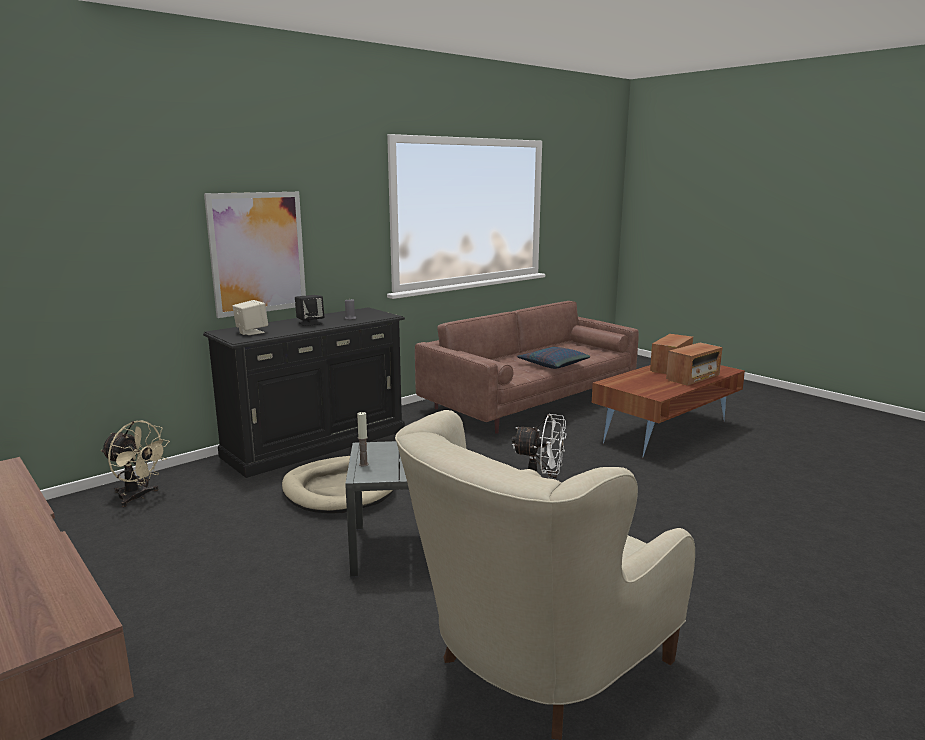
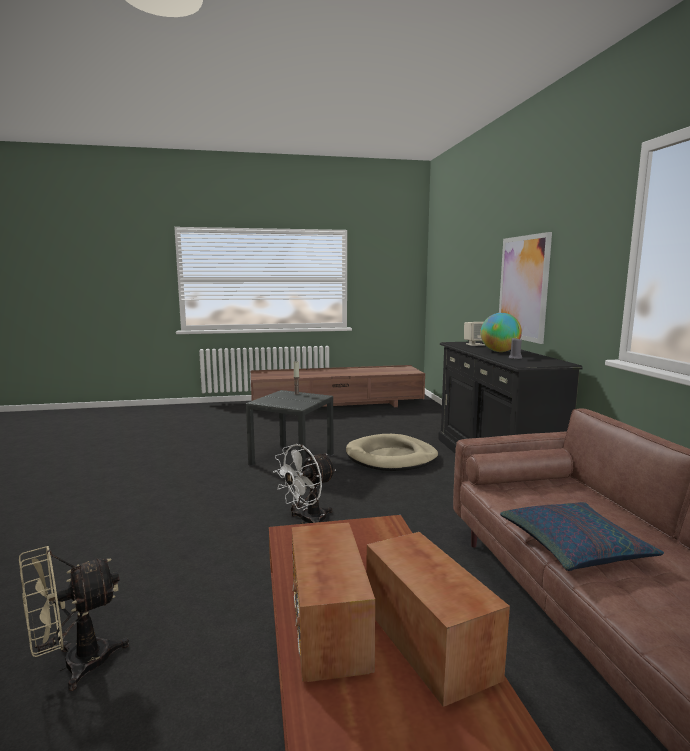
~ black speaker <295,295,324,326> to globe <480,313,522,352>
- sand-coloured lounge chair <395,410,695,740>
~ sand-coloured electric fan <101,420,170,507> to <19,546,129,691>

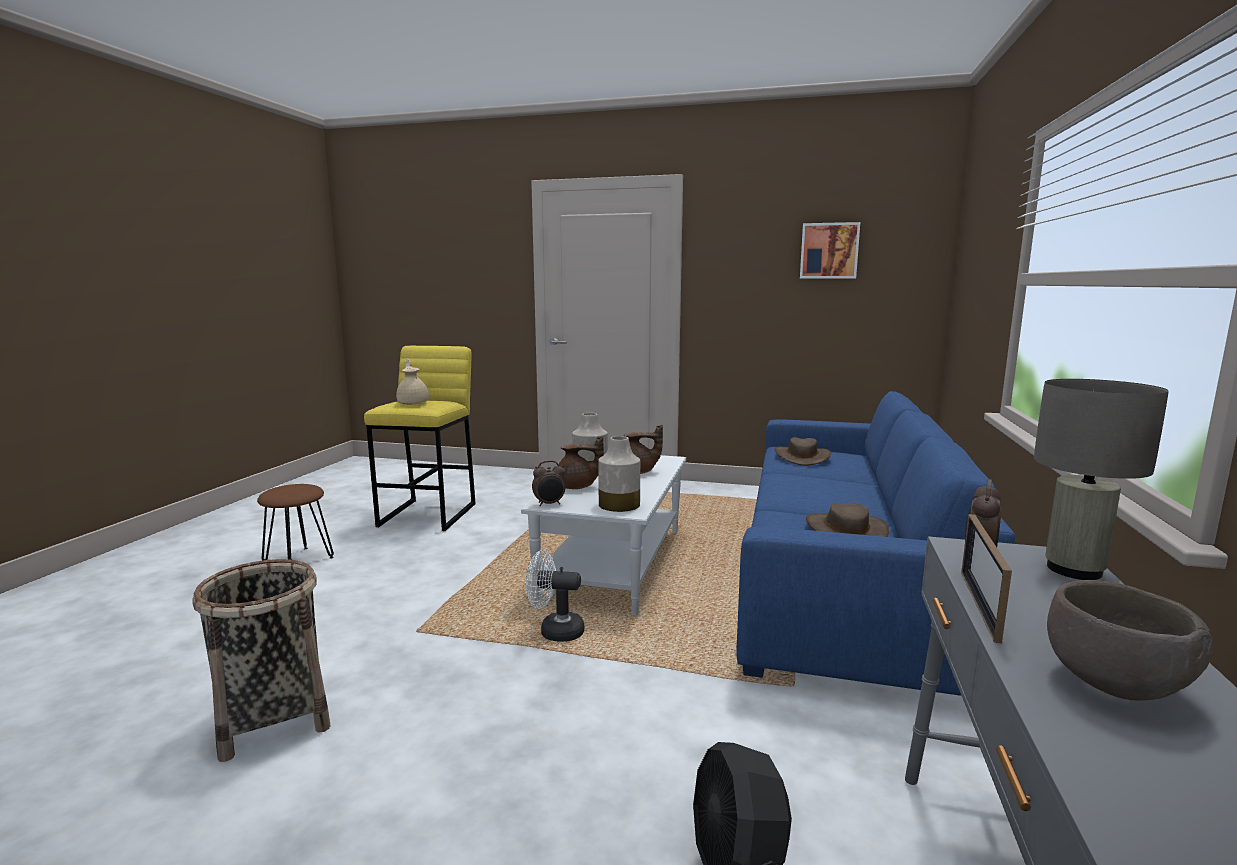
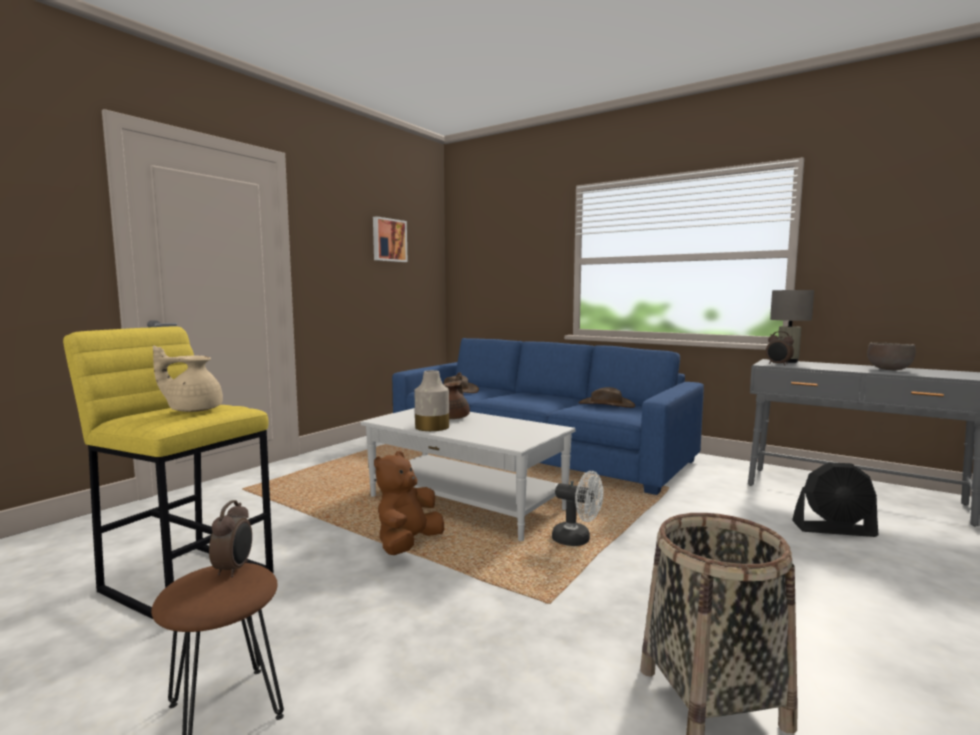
- brownish teapot <558,436,604,489>
- sand-coloured vase <598,436,640,512>
~ bedside clock <532,460,565,506> to <209,500,252,577>
- photo frame <961,514,1012,644>
~ whitish electric fan <525,550,584,642> = <552,471,603,546> 90 degrees counterclockwise
+ brownish soft toy <374,451,444,555>

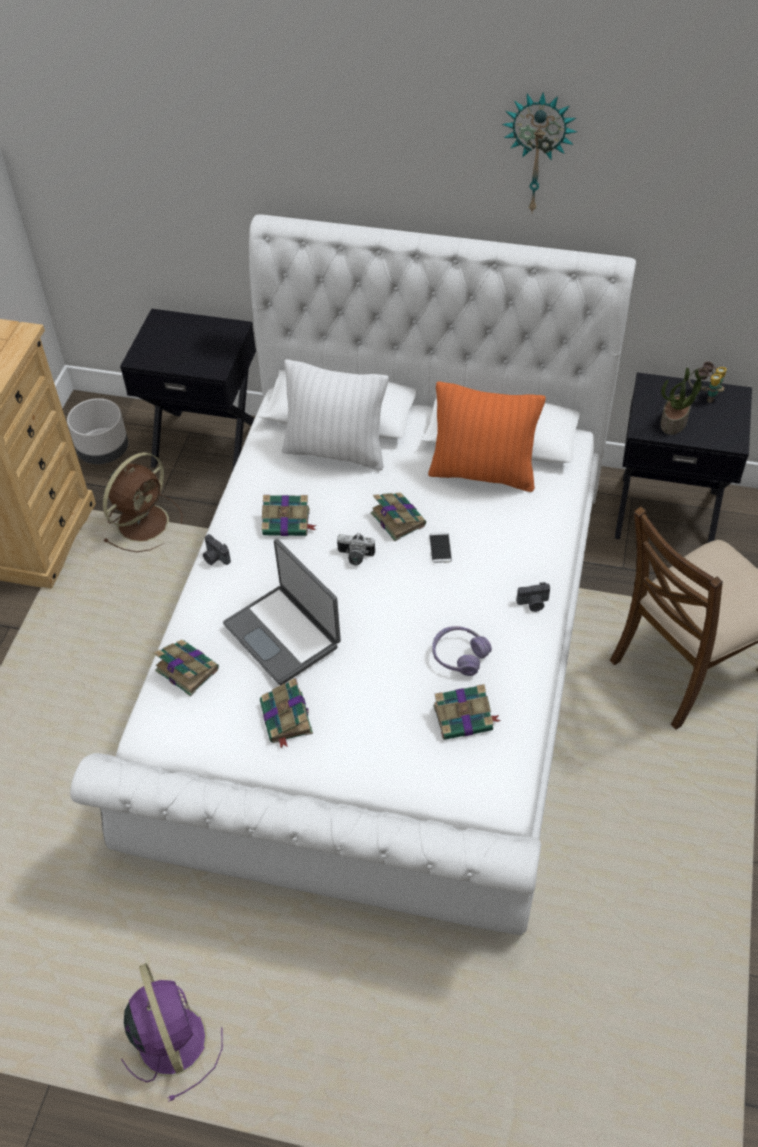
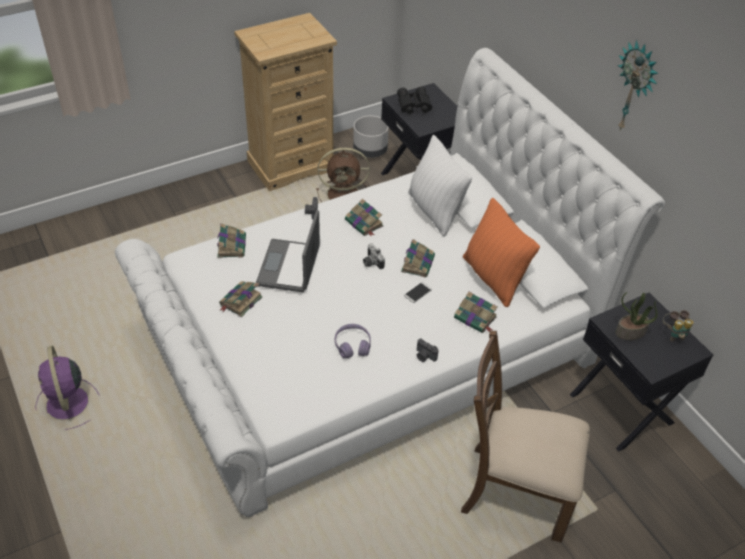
~ volume <433,684,501,740> to <454,292,498,333>
~ purple electric fan <121,963,223,1102> = <35,345,100,430> 135 degrees clockwise
+ black binoculars <397,86,432,115>

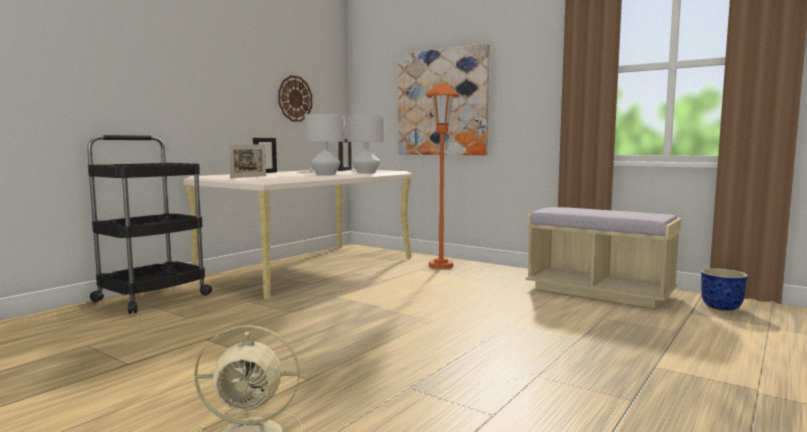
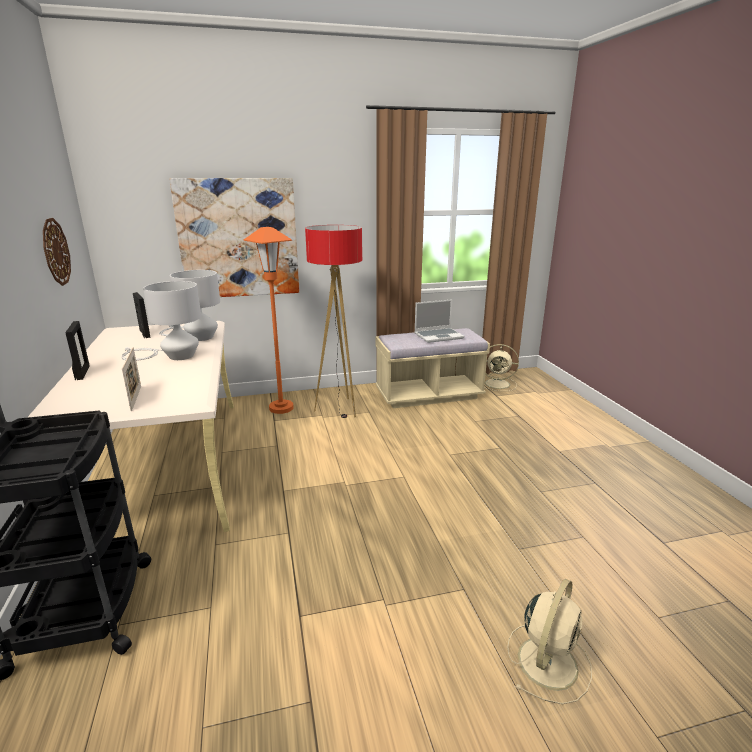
~ plant pot <701,268,748,311> to sand-coloured electric fan <484,344,519,391>
+ floor lamp <305,225,362,418>
+ laptop <414,299,464,343>

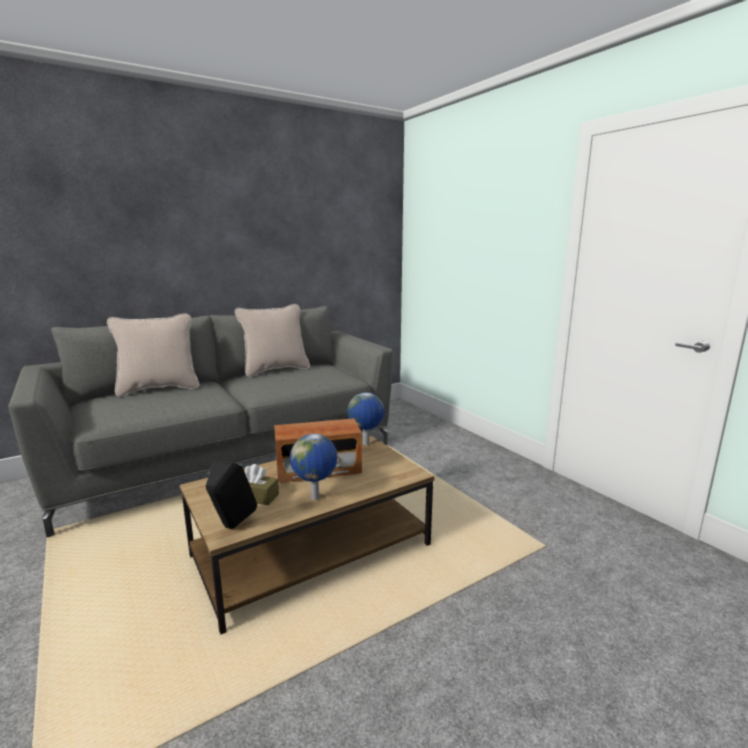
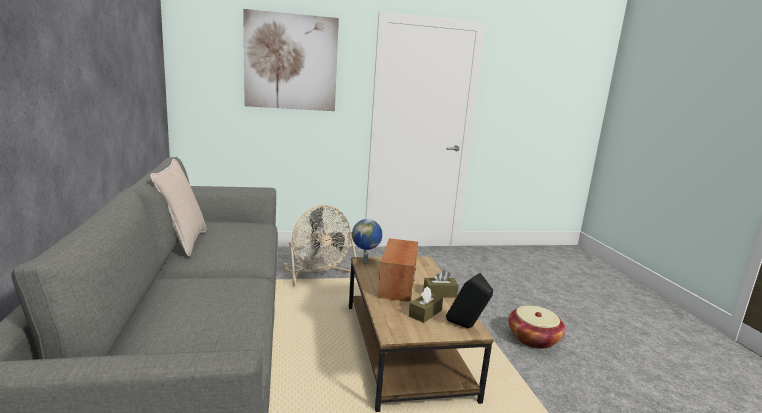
- sand-coloured throw pillow <107,313,199,397>
~ globe <290,434,337,500> to brownish box of tissues <423,270,459,298>
+ picture <243,9,339,111>
+ sand-coloured electric fan <284,205,356,287>
+ household basket <508,306,565,349>

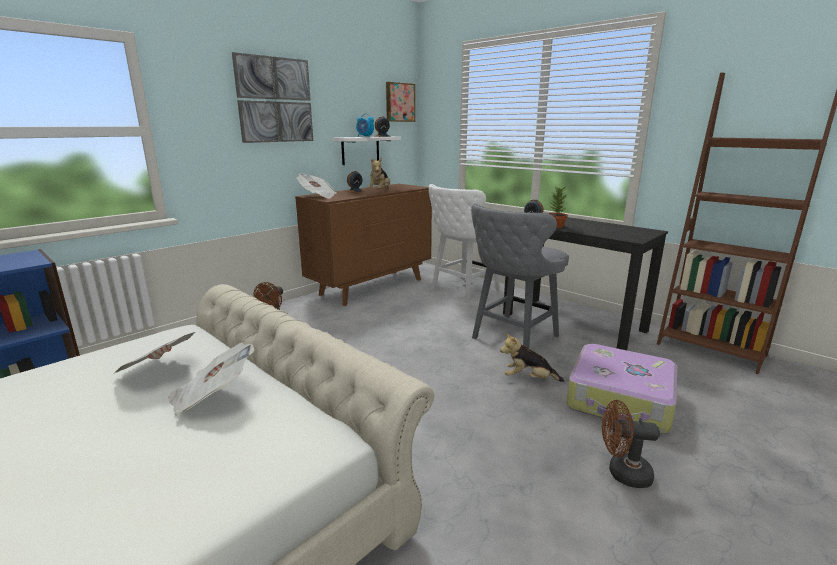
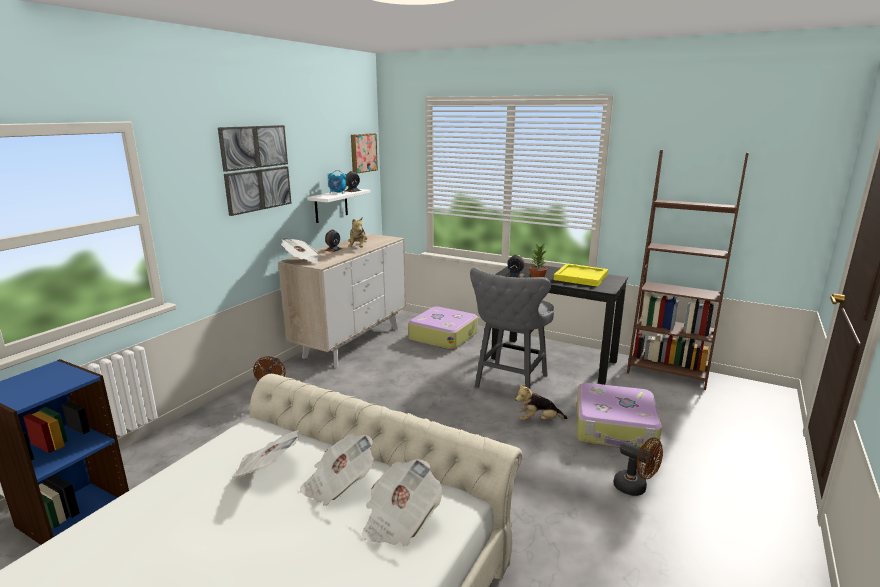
~ brownish dresser <295,184,432,306> to whitish dresser <278,233,406,368>
~ whitish sitting stool <429,184,500,301> to travel case <408,306,478,350>
~ brownish electric fan <602,400,660,488> = <614,437,663,496> 135 degrees counterclockwise
+ yellowish tray <553,264,608,287>
+ daily paper <362,459,442,546>

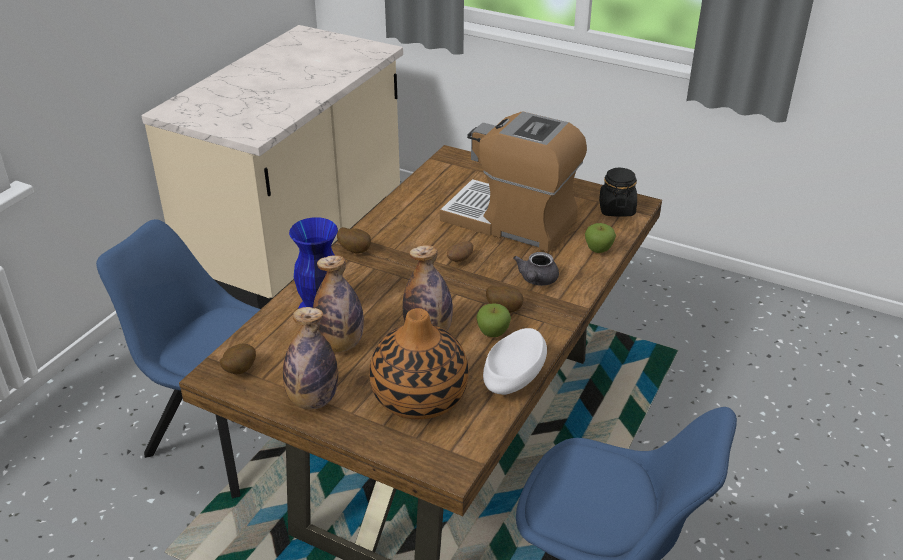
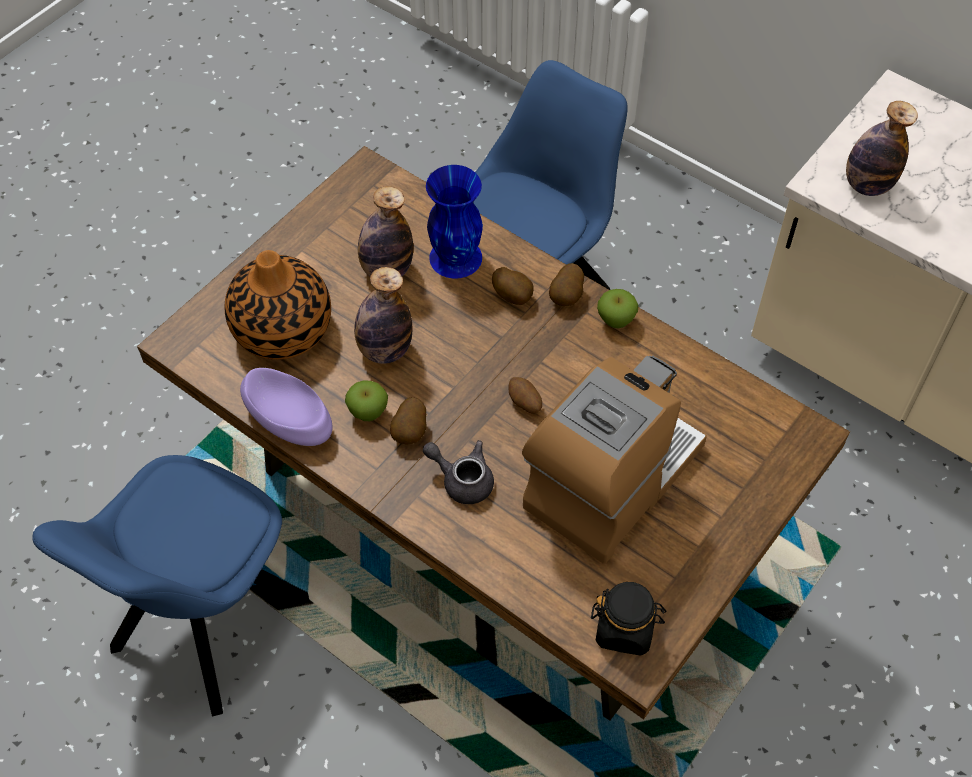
~ apple <585,223,616,253> to <597,289,638,328>
~ drink bottle <283,307,338,409> to <846,101,918,196>
~ whitish deep dish <483,328,547,395> to purple deep dish <240,368,333,446>
~ whole potato <219,344,256,374> to <492,267,534,305>

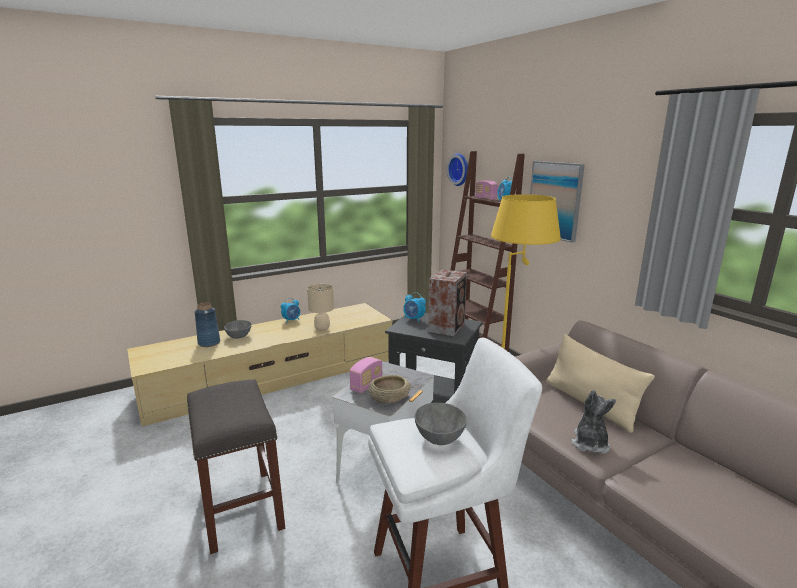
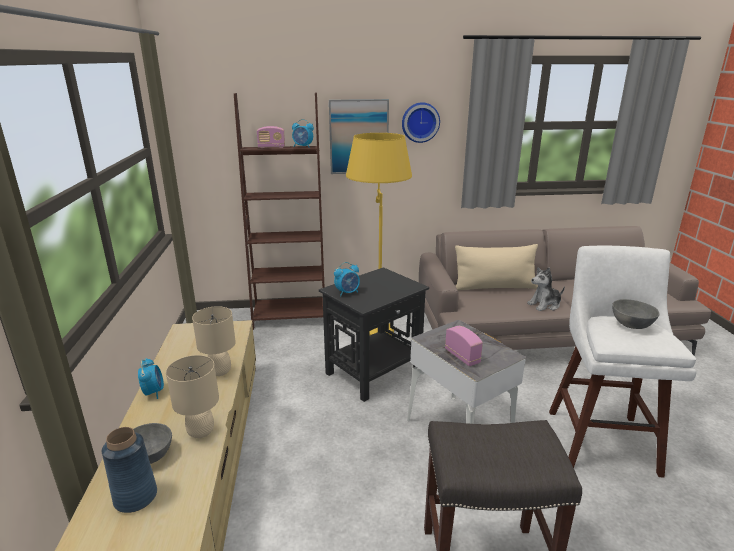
~ clock on the wall <447,153,468,186> to <402,102,440,143>
- speaker <428,270,467,336>
- sand-coloured deep dish <368,375,411,404>
~ soft toy <571,390,616,454> = <527,267,565,311> 60 degrees counterclockwise
+ sand-coloured tabletop lamp <166,355,219,438>

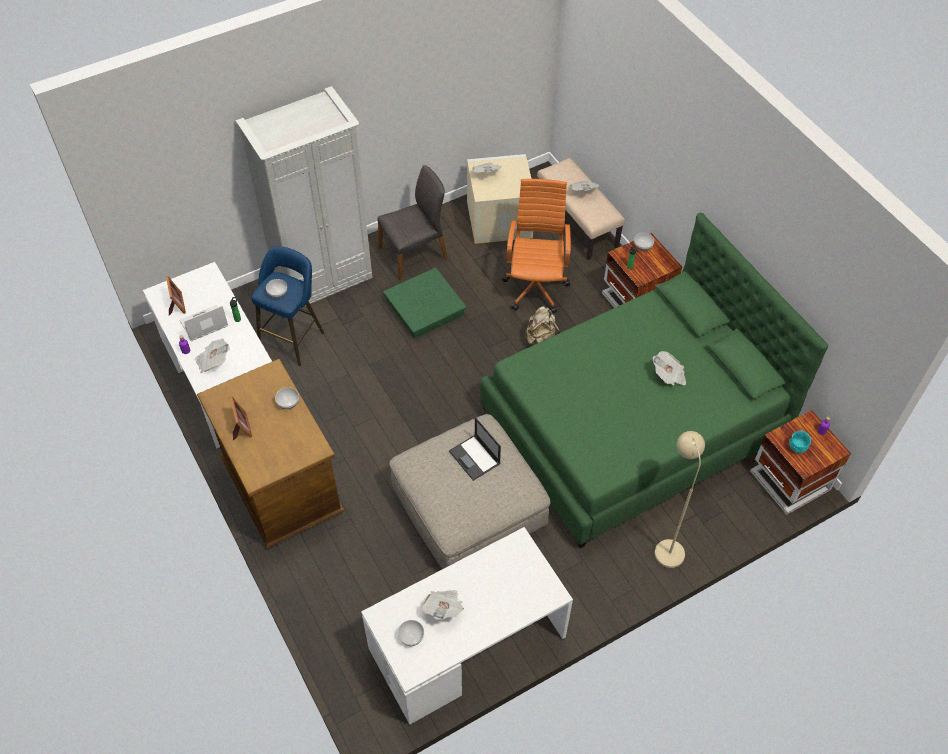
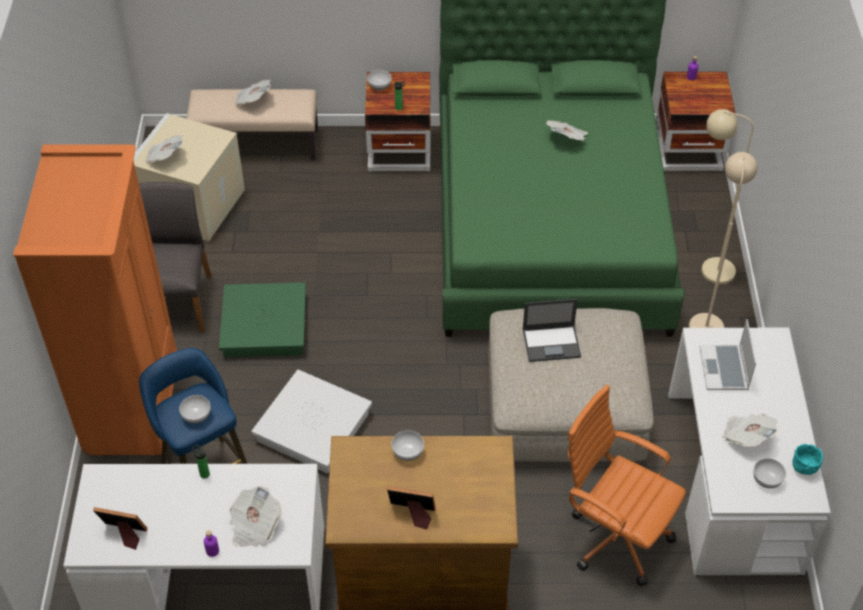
~ whitish clothes cupboard <236,86,373,306> to orange clothes cupboard <13,145,177,455>
~ orange desk chair <502,179,571,313> to <568,385,686,586>
~ laptop <180,305,228,341> to <700,319,756,390>
- sand-coloured backpack <525,306,560,345>
~ turquoise-coloured deep dish <789,430,811,453> to <792,444,823,475>
+ sand-coloured floor lamp <689,152,757,328>
+ whitish storage bin <251,370,372,474>

